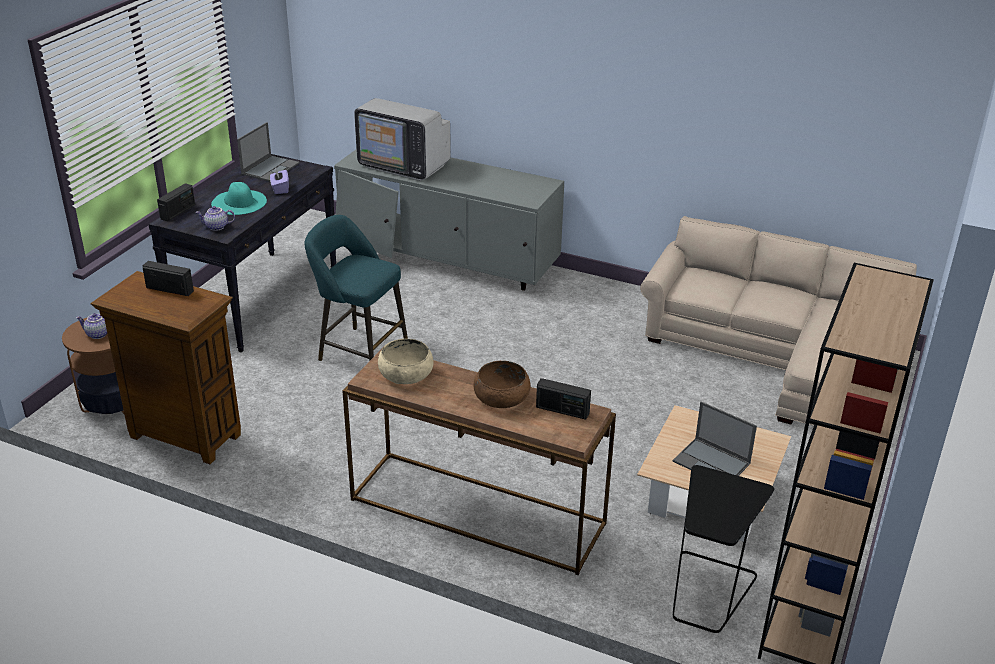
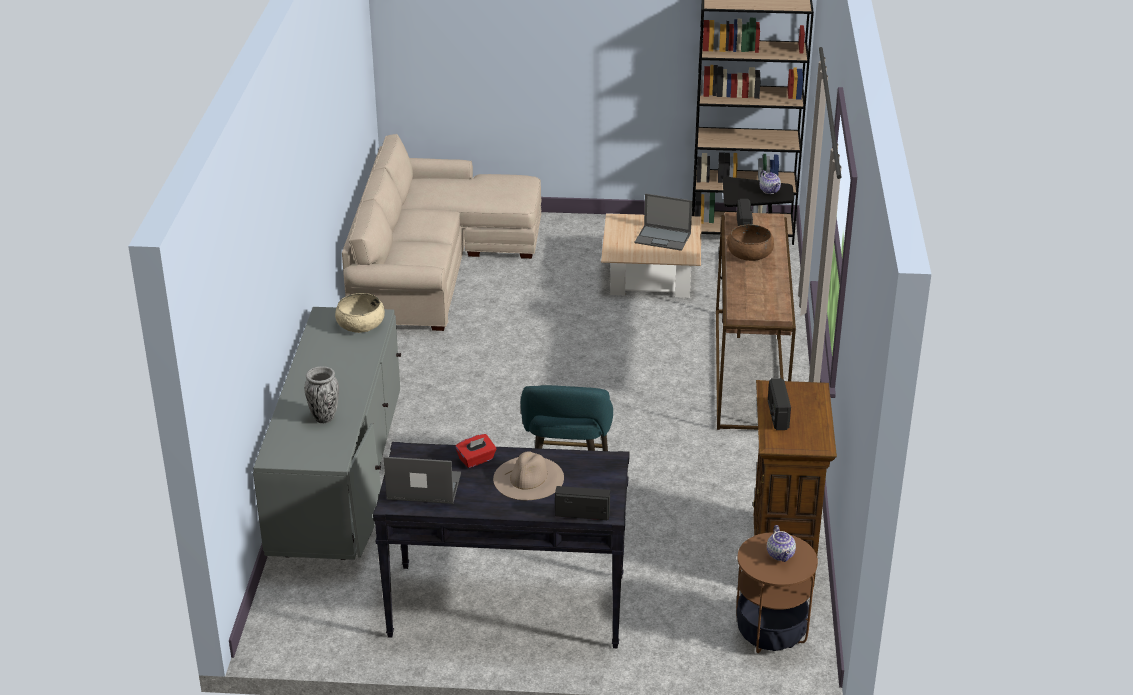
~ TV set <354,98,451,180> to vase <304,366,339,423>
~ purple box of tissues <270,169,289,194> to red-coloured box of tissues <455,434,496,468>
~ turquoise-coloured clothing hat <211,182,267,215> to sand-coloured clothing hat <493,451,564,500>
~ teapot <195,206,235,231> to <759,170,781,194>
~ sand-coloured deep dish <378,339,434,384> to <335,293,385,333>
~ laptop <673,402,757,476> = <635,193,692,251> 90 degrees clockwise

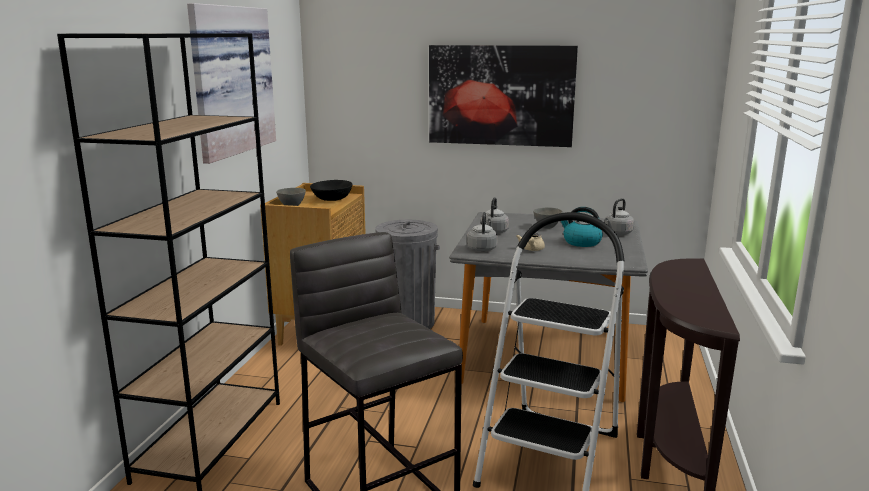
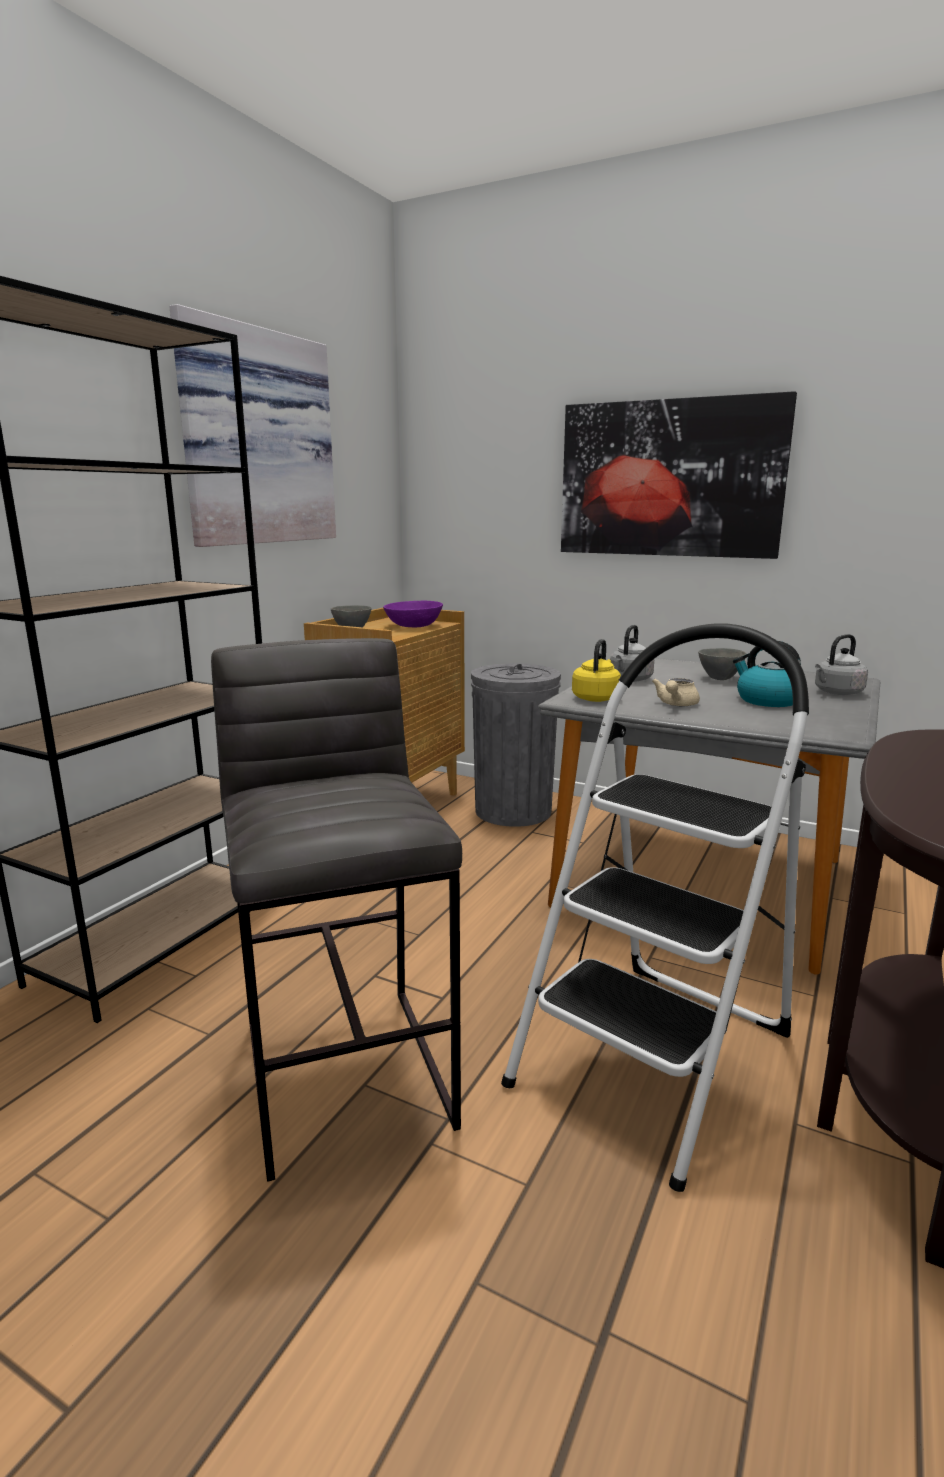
~ black deep dish <310,180,353,201> to purple deep dish <383,601,443,627>
~ greyish kettle <467,212,498,251> to yellowish kettle <572,639,621,702>

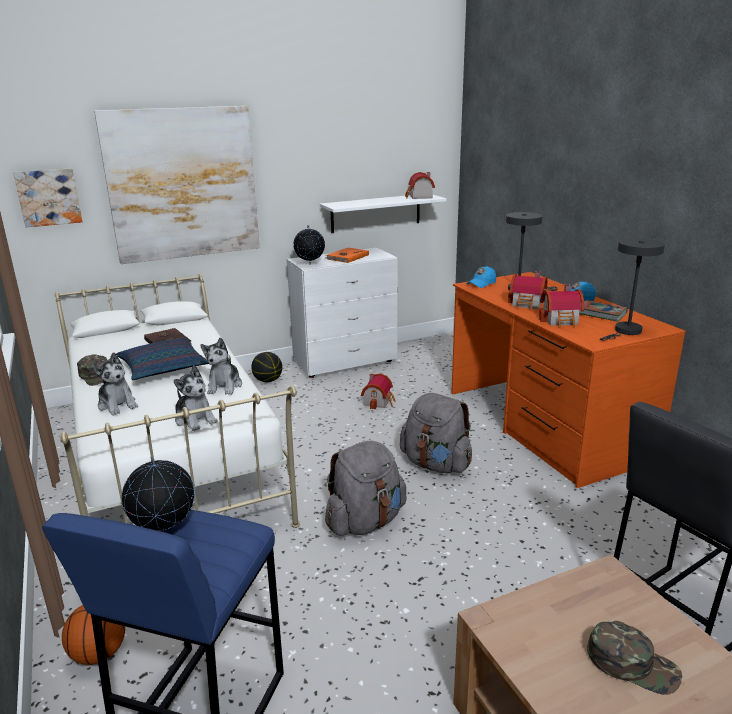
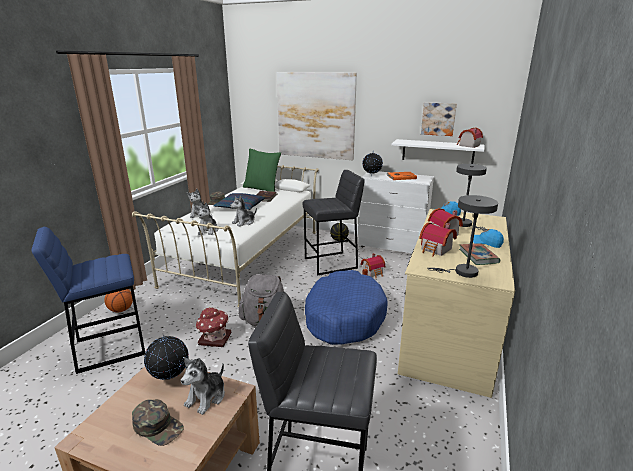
~ picture <13,168,82,227> to <421,102,457,136>
~ orange desk table <451,272,686,488> to sand-coloured desk table <398,208,515,398>
~ greyish backpack <400,393,472,473> to blue-coloured dog bed <305,270,388,345>
~ globe <122,457,195,533> to <144,335,188,380>
~ green baseball cap <587,621,682,695> = <132,399,184,446> 45 degrees counterclockwise
+ green throw pillow <243,149,281,192>
+ greyish sitting stool <303,170,365,275>
+ model house <196,307,231,347>
+ soft toy <181,357,225,415>

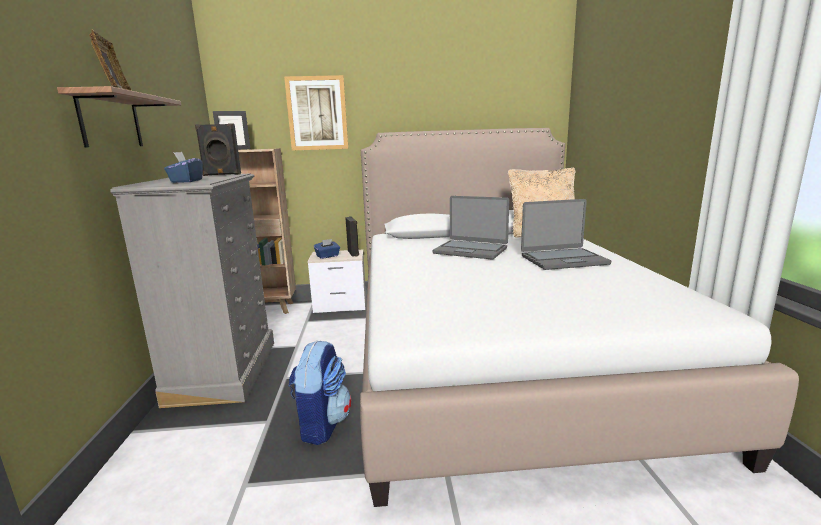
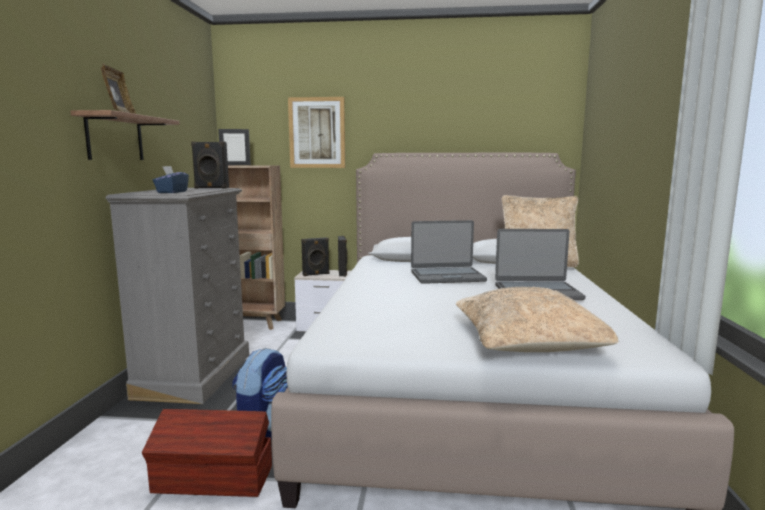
~ laptop <433,196,509,259> = <411,220,487,284> 45 degrees counterclockwise
~ blue-coloured box of tissues <314,239,340,259> to black speaker <301,237,329,276>
+ sand-coloured throw pillow <456,286,619,352>
+ brownish storage bin <142,409,272,497>

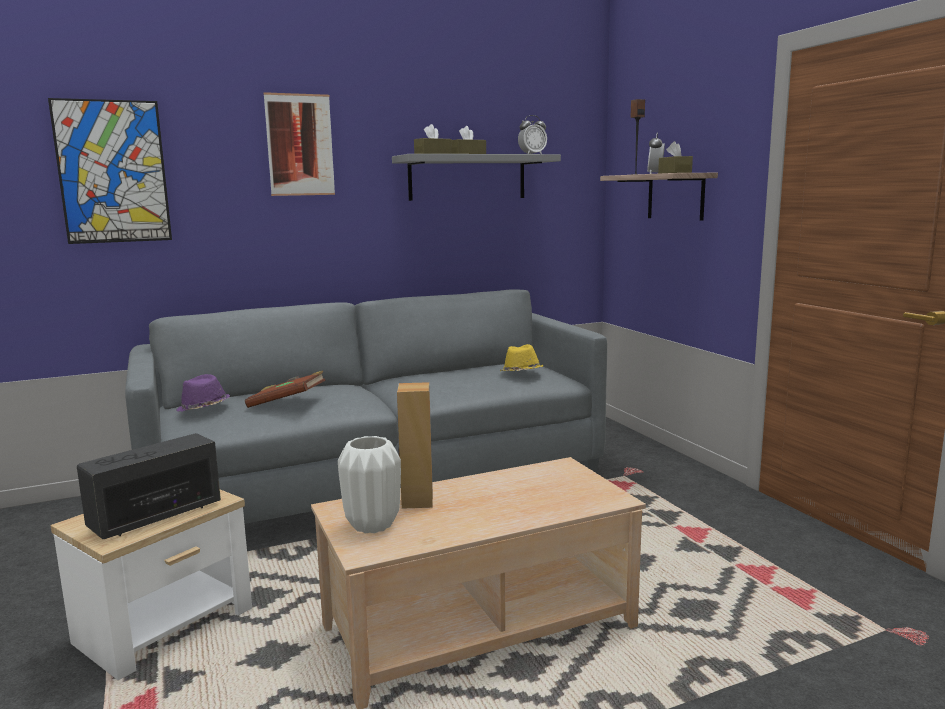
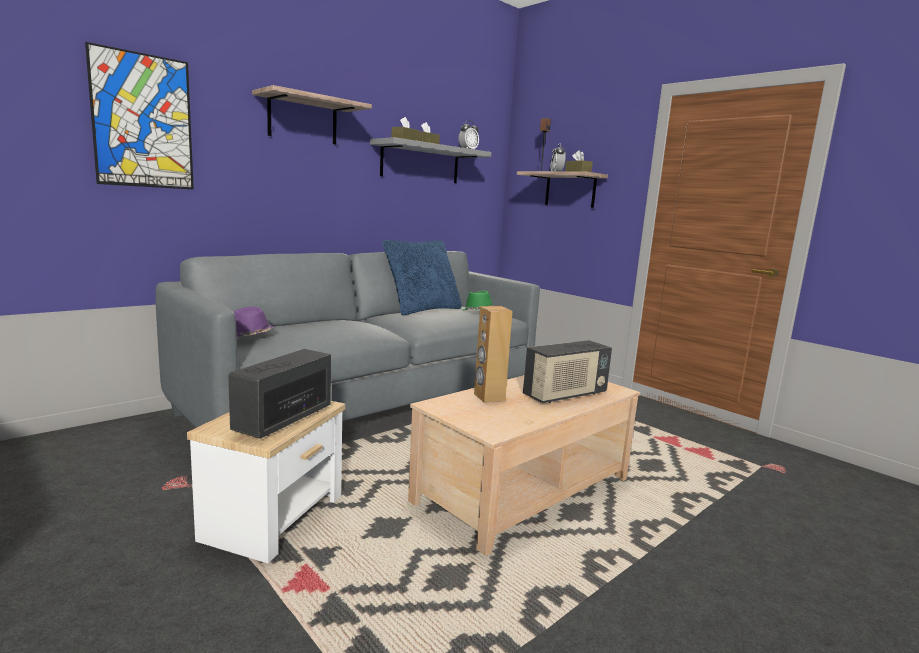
~ picture <264,92,335,196> to bracket shelf <252,85,372,145>
~ yellowish clothing hat <500,344,543,371> to green clothing hat <463,291,493,311>
- brownish volume <245,370,326,408>
- whitish vase <338,436,401,533>
+ blue-coloured throw pillow <382,240,462,315>
+ radio receiver <523,340,612,403>

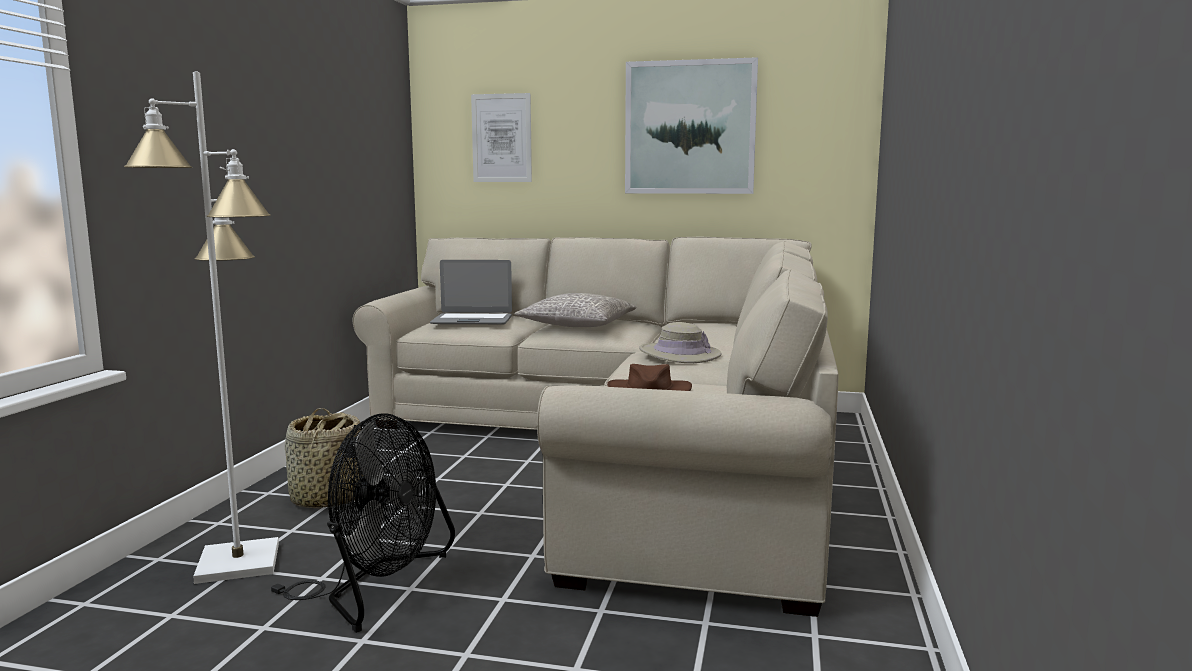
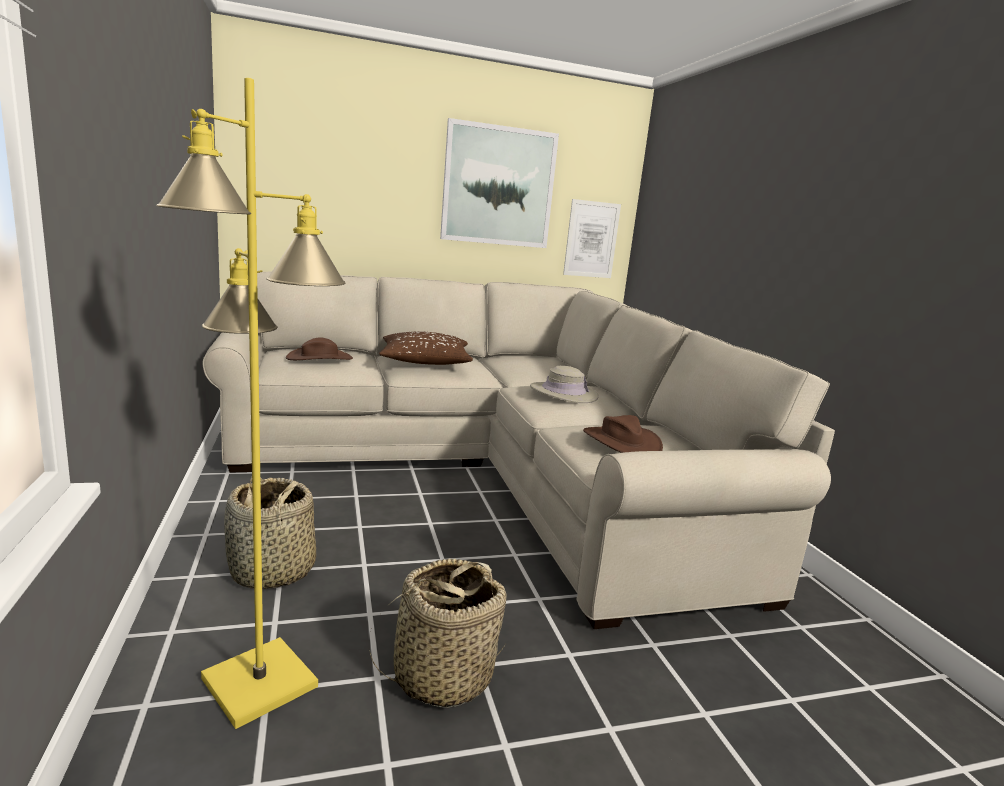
~ whitish floor lamp <124,71,279,584> to yellowish floor lamp <156,78,345,729>
~ picture <471,93,532,182> to <563,199,621,278>
~ laptop <430,260,512,324> to brownish clothing hat <286,338,353,360>
~ greyish throw pillow <514,293,637,327> to brownish throw pillow <379,331,473,365>
~ black electric fan <271,413,455,633> to household basket <369,558,507,708>

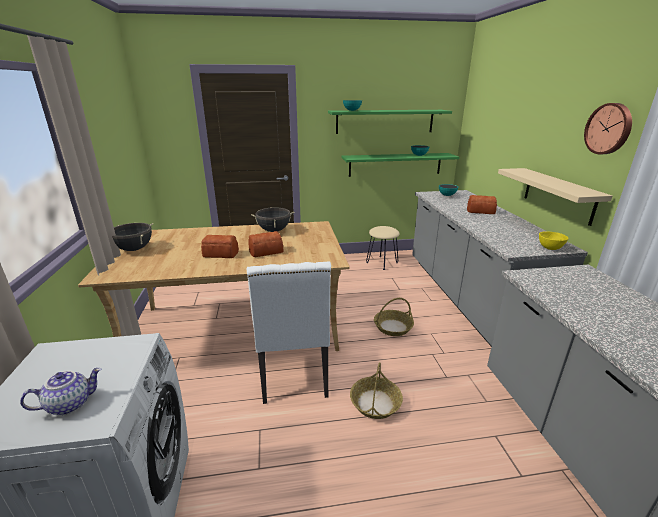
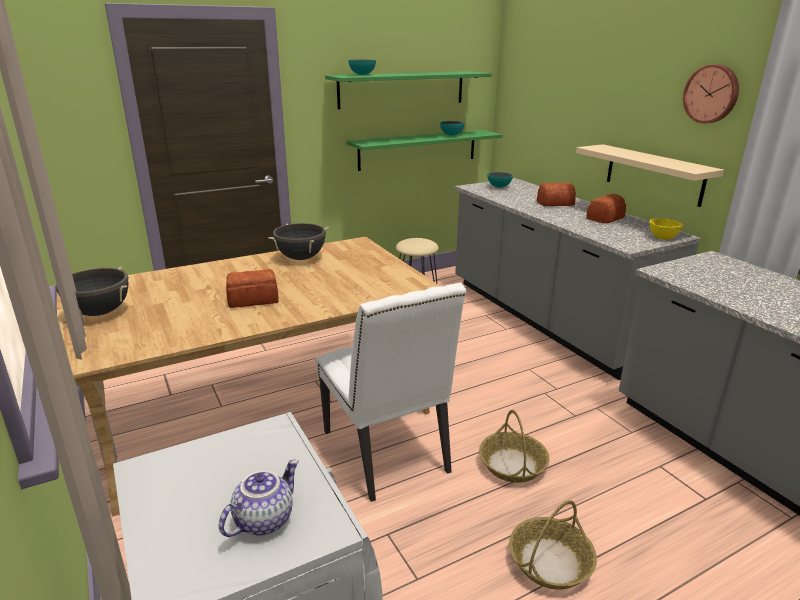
~ bread <248,231,284,257> to <587,194,626,223>
~ household basket <374,298,414,336> to <509,500,597,590>

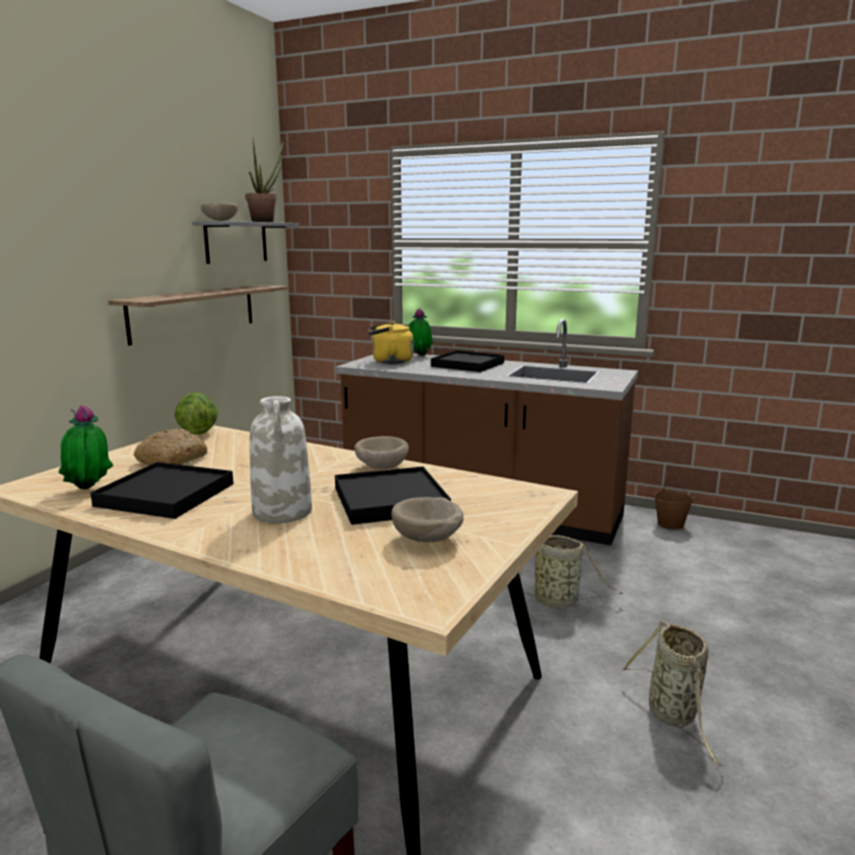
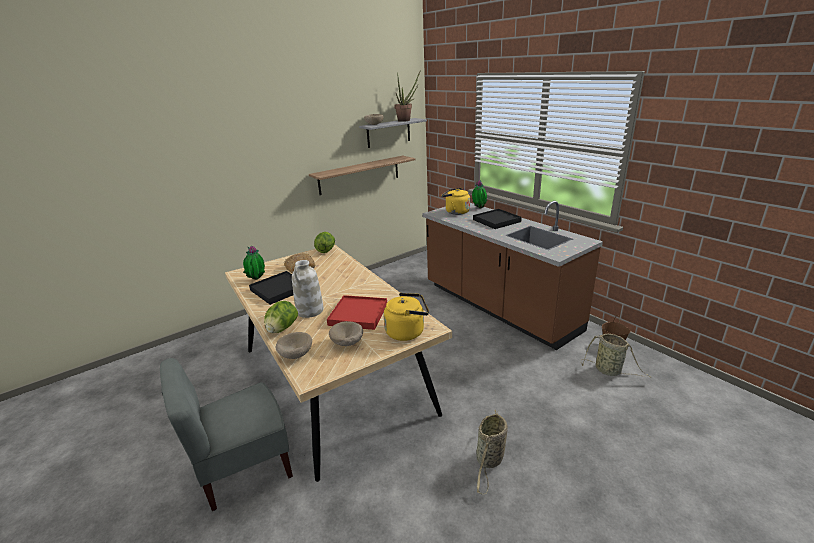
~ sand-coloured deep dish <354,436,409,469> to <276,332,312,359>
~ black tray <335,466,451,525> to red-coloured tray <327,295,387,330>
~ household basket <520,535,624,608> to <581,334,652,378>
+ yellowish kettle <383,293,429,341>
+ lettuce <264,301,298,333>

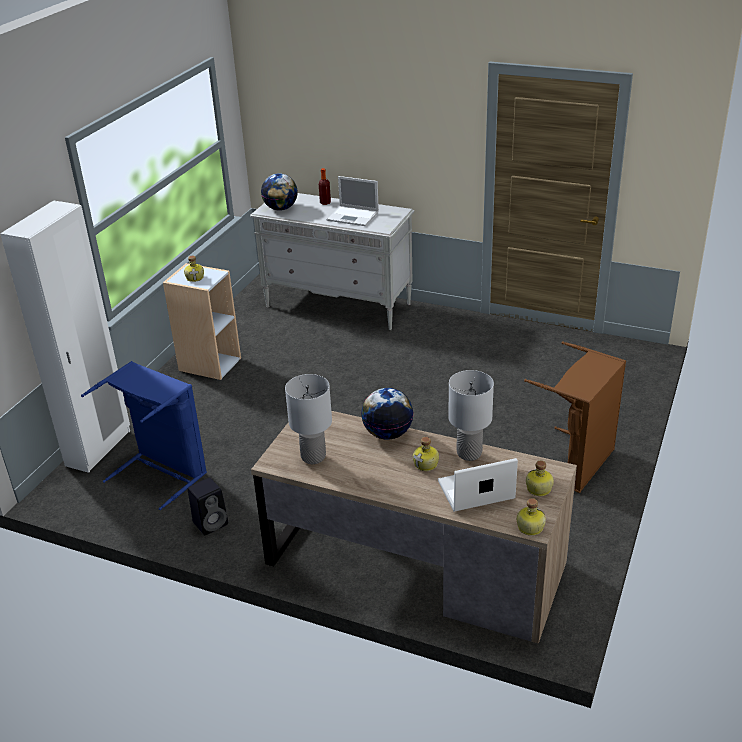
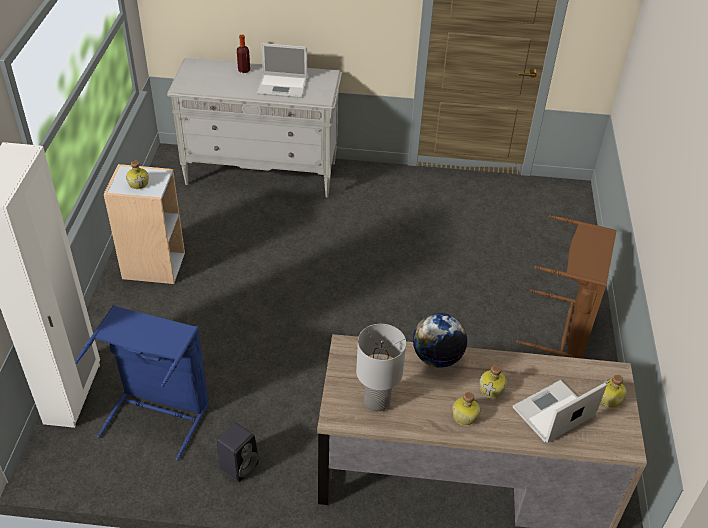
- globe <261,173,298,211>
- greyish tabletop lamp <448,370,494,461>
~ drink bottle <517,498,546,536> to <452,392,480,426>

